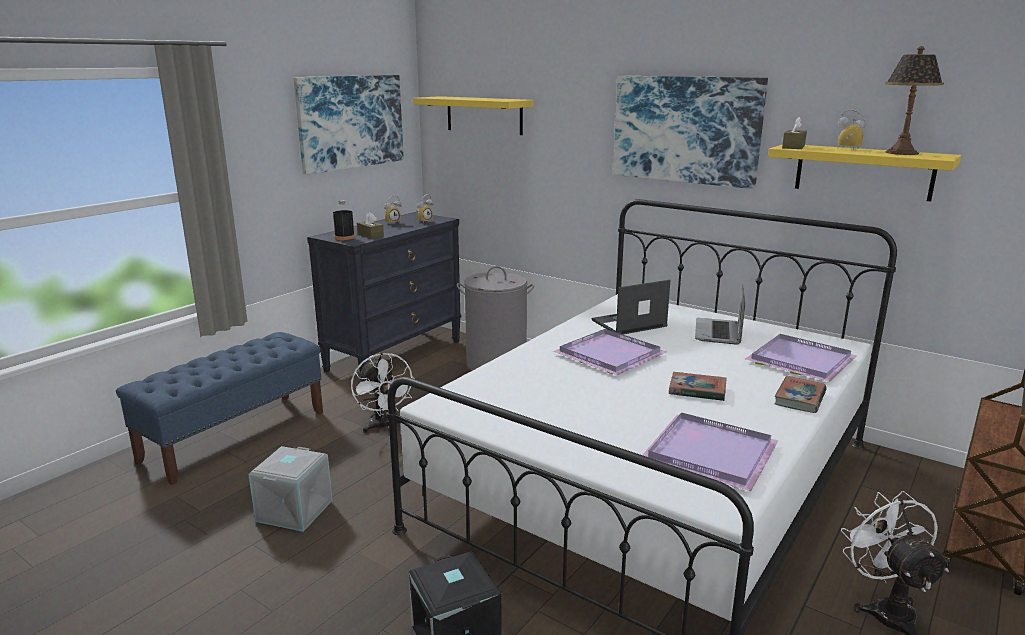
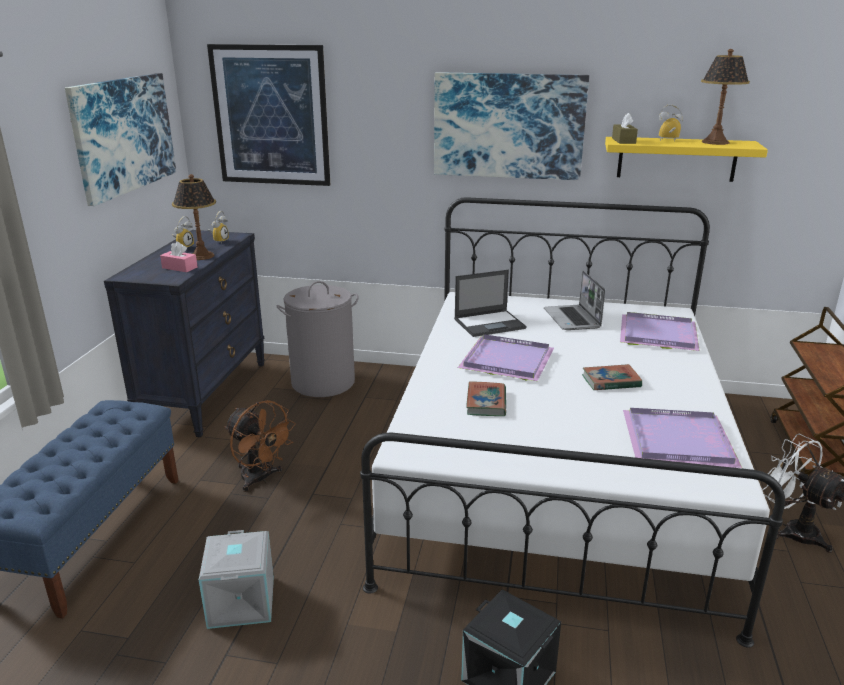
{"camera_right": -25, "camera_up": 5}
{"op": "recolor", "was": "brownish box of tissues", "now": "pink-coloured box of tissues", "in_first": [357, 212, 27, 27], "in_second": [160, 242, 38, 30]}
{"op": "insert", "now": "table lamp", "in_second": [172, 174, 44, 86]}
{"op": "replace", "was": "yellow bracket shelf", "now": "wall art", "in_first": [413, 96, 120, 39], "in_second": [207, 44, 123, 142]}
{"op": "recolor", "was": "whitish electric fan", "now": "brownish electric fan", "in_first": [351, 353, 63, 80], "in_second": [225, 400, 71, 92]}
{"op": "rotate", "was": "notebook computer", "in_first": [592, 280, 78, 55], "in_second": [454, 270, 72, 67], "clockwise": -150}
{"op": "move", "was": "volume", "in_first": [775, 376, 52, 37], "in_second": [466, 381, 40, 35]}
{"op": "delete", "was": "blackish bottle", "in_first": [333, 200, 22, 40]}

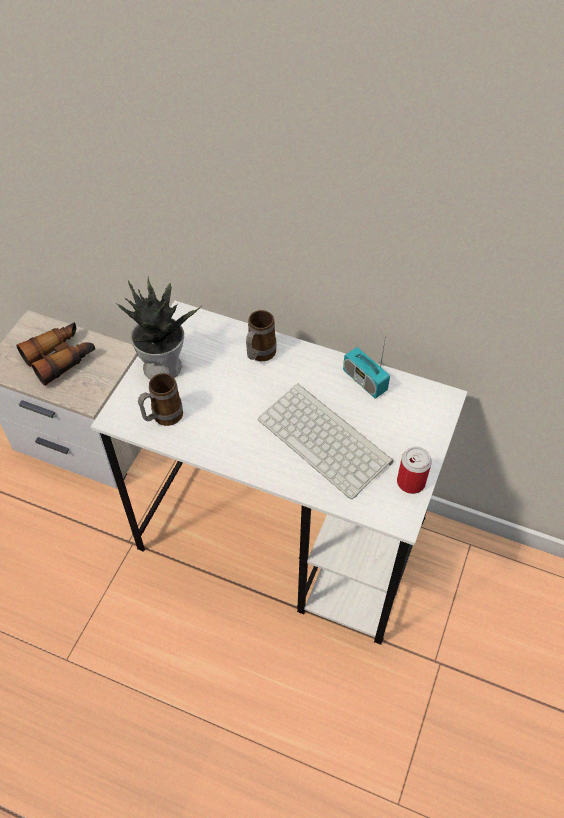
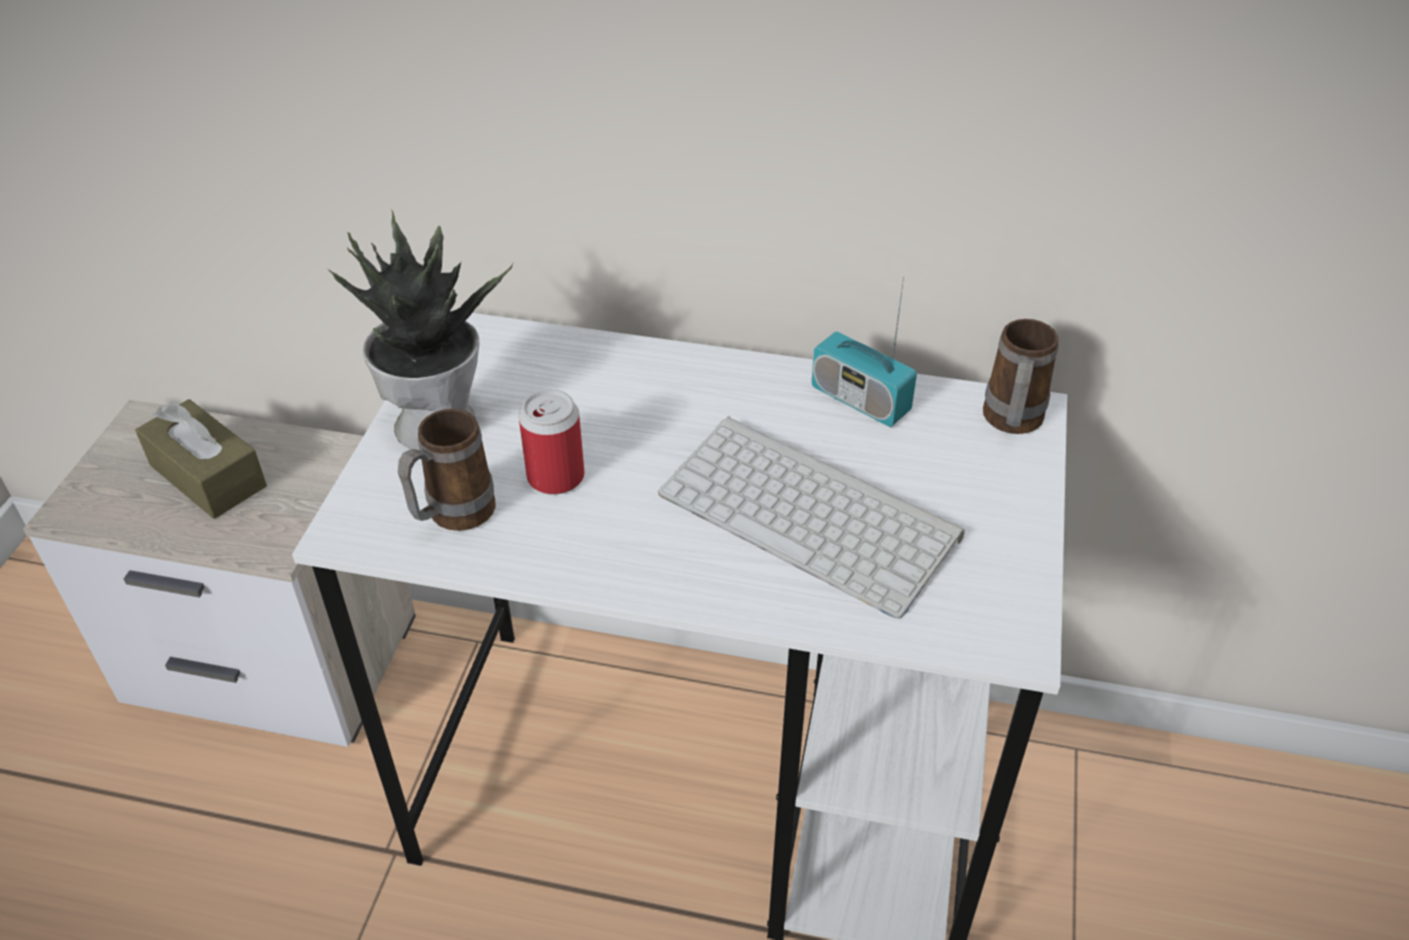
{"camera_right": -10, "camera_up": -10}
{"op": "replace", "was": "field glasses", "now": "brownish box of tissues", "in_first": [16, 322, 79, 64], "in_second": [135, 399, 132, 120]}
{"op": "move", "was": "sealed can", "in_first": [397, 447, 35, 47], "in_second": [519, 390, 66, 105]}
{"op": "move", "was": "coffee mug", "in_first": [246, 310, 31, 51], "in_second": [983, 319, 76, 115]}

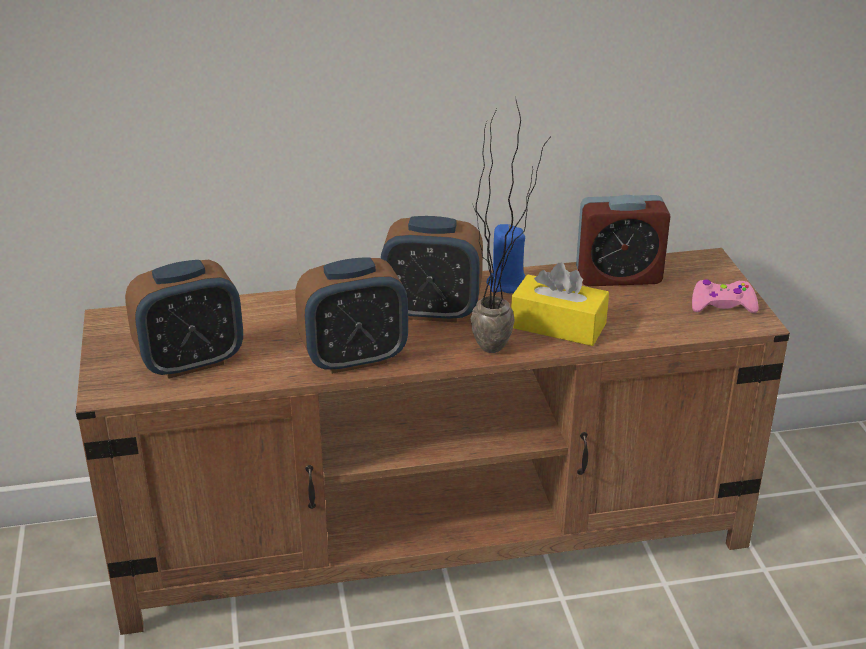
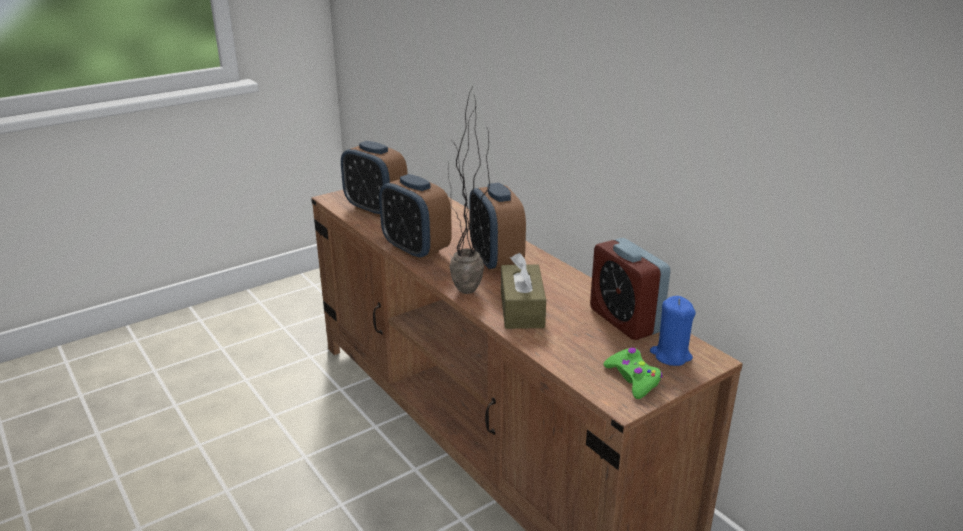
{"camera_right": 65, "camera_up": -5}
{"op": "recolor", "was": "yellow box of tissues", "now": "brownish box of tissues", "in_first": [511, 263, 98, 83], "in_second": [501, 253, 45, 76]}
{"op": "recolor", "was": "pink-coloured joypad", "now": "green-coloured joypad", "in_first": [692, 279, 66, 34], "in_second": [604, 348, 59, 51]}
{"op": "move", "was": "blue-coloured candle", "in_first": [487, 224, 39, 69], "in_second": [650, 296, 46, 70]}

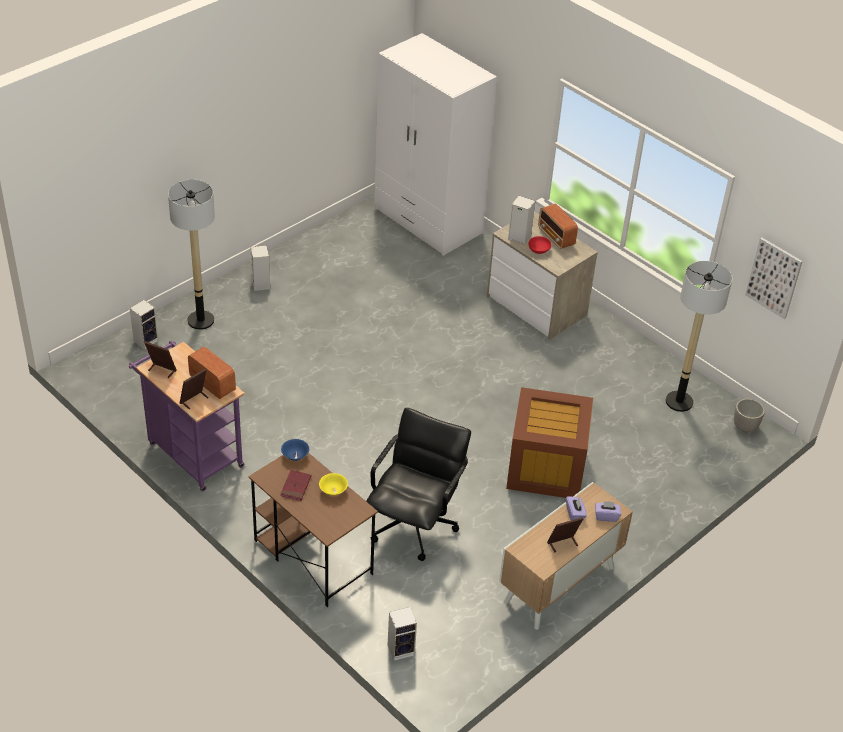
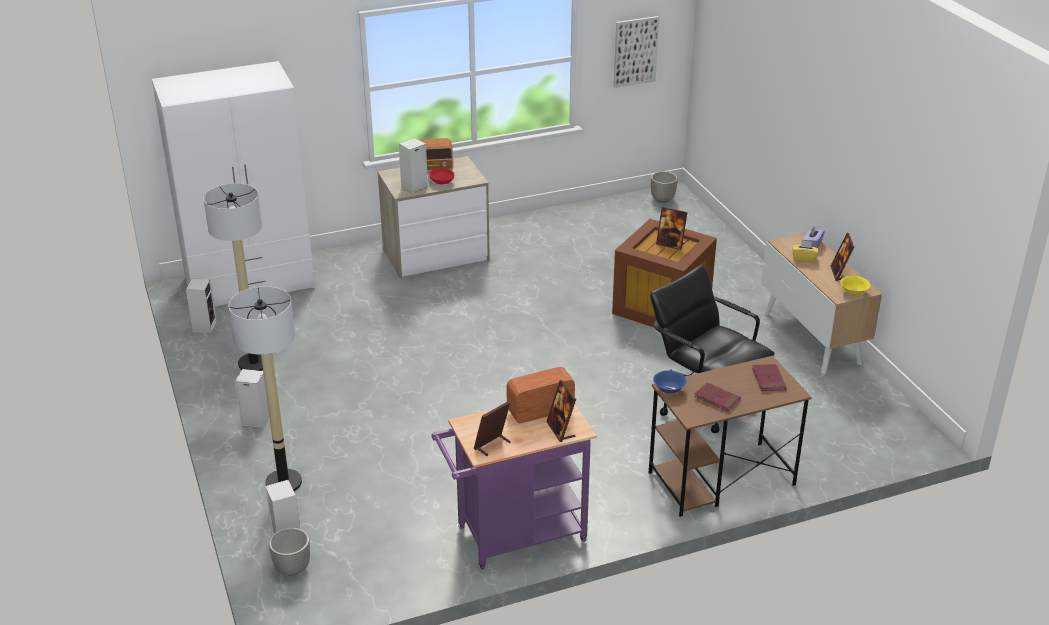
{"camera_right": -65, "camera_up": -10}
{"op": "move", "was": "audio speaker", "in_first": [388, 607, 29, 54], "in_second": [186, 279, 31, 54]}
{"op": "move", "was": "standing lamp", "in_first": [666, 261, 66, 151], "in_second": [203, 183, 60, 188]}
{"op": "insert", "now": "flower pot", "in_second": [269, 528, 41, 48]}
{"op": "insert", "now": "photo frame", "in_second": [656, 207, 32, 43]}
{"op": "insert", "now": "reddish volume", "in_second": [752, 364, 34, 27]}
{"op": "recolor", "was": "purple box of tissues", "now": "yellow box of tissues", "in_first": [566, 496, 21, 25], "in_second": [792, 240, 26, 23]}
{"op": "move", "was": "yellow serving bowl", "in_first": [319, 473, 29, 23], "in_second": [840, 276, 30, 19]}

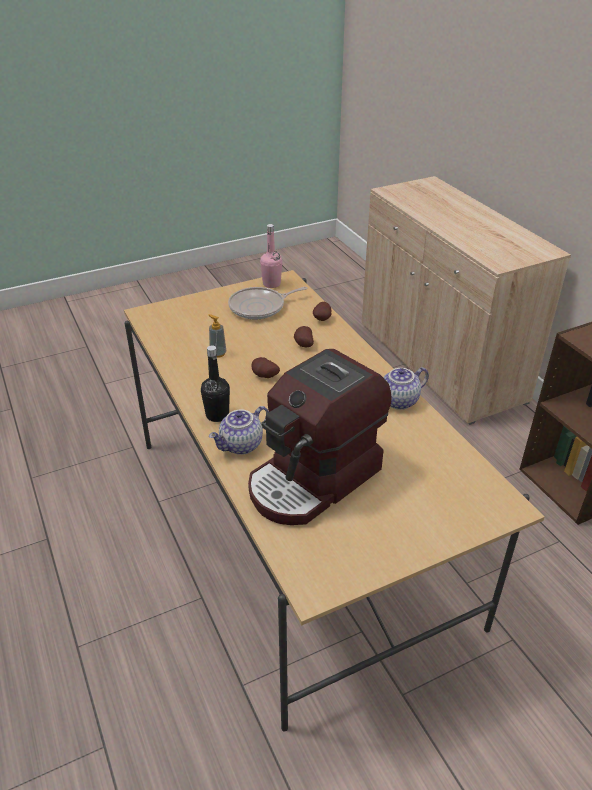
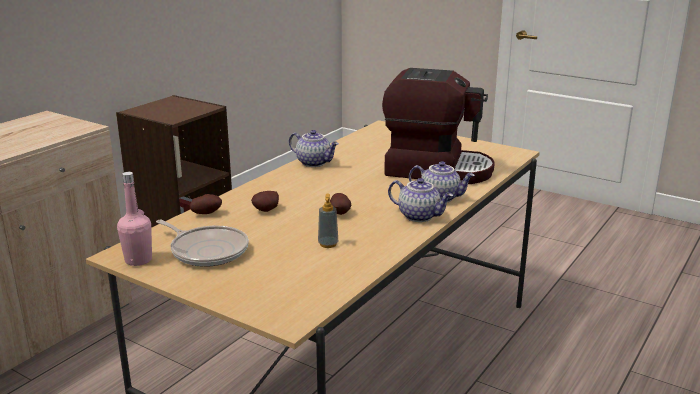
{"camera_right": -120, "camera_up": -15}
{"op": "replace", "was": "blackish bottle", "now": "pot for tea", "in_first": [201, 346, 29, 76], "in_second": [388, 178, 65, 44]}

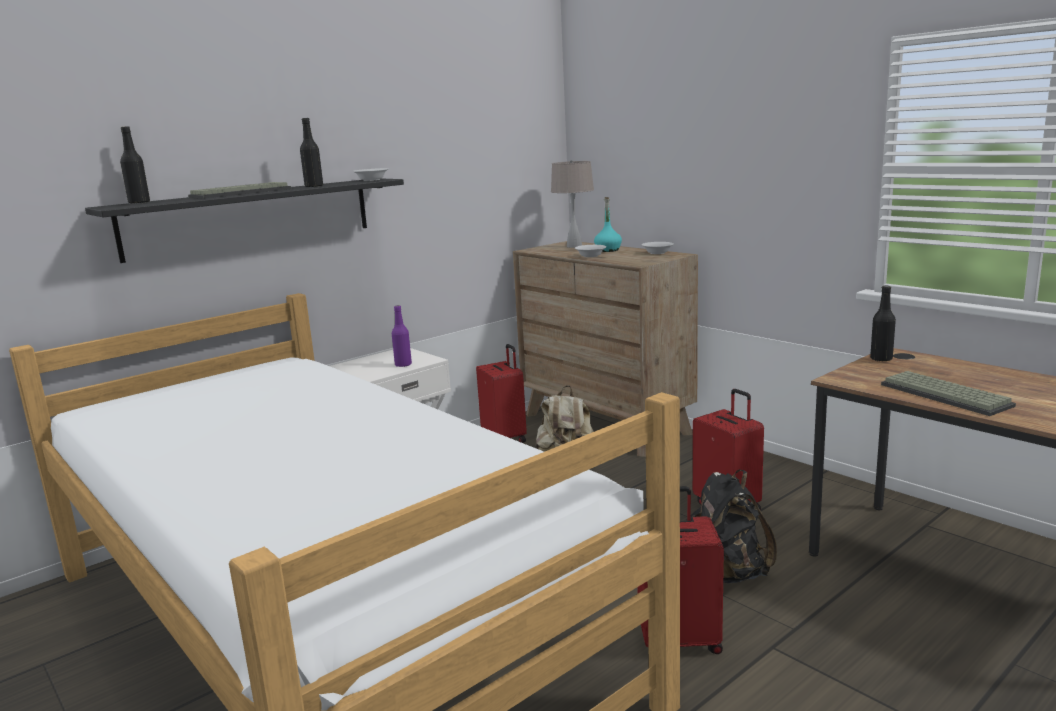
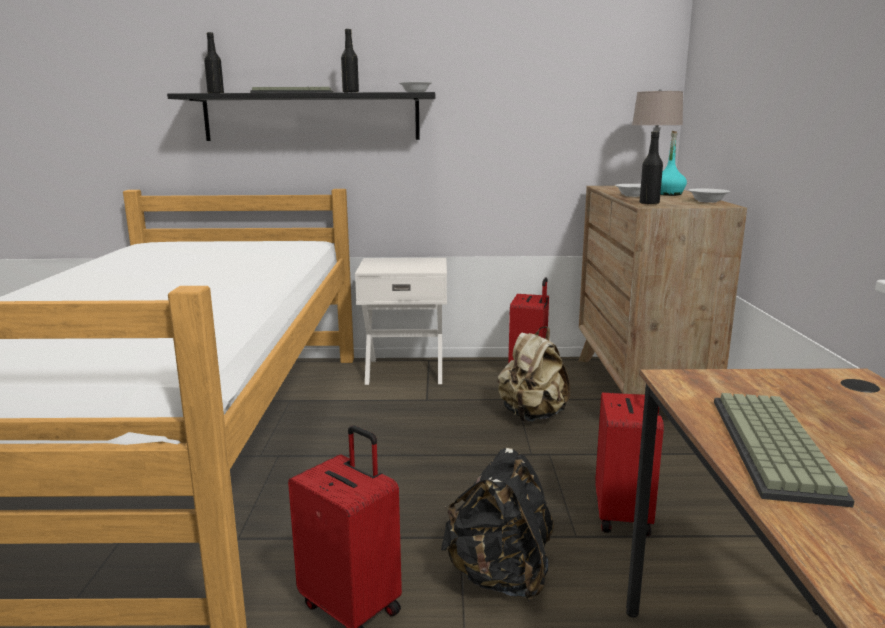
{"camera_right": 40, "camera_up": 0}
{"op": "move", "was": "blackish bottle", "in_first": [870, 286, 26, 76], "in_second": [640, 131, 23, 74]}
{"op": "delete", "was": "purple bottle", "in_first": [392, 305, 20, 62]}

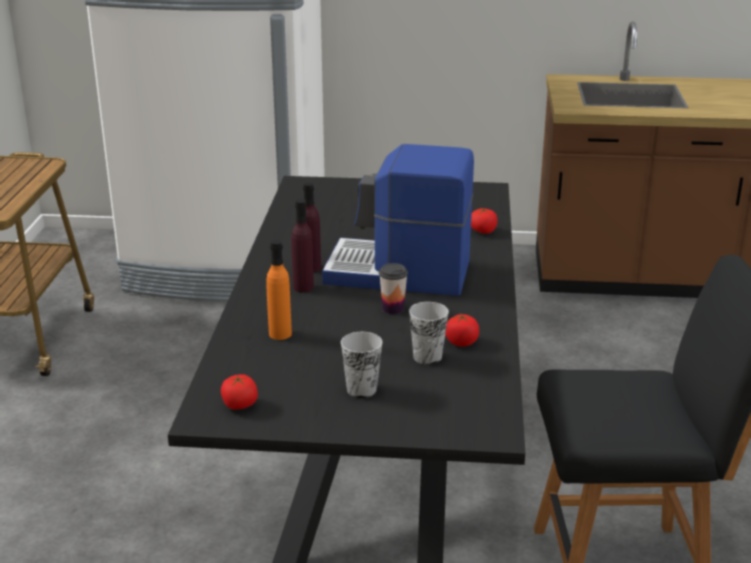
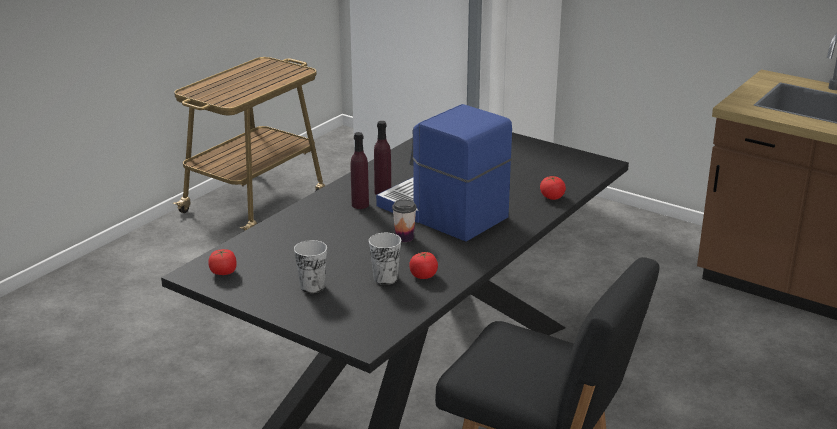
{"camera_right": 30, "camera_up": 0}
{"op": "delete", "was": "orangey bottle", "in_first": [266, 240, 26, 100]}

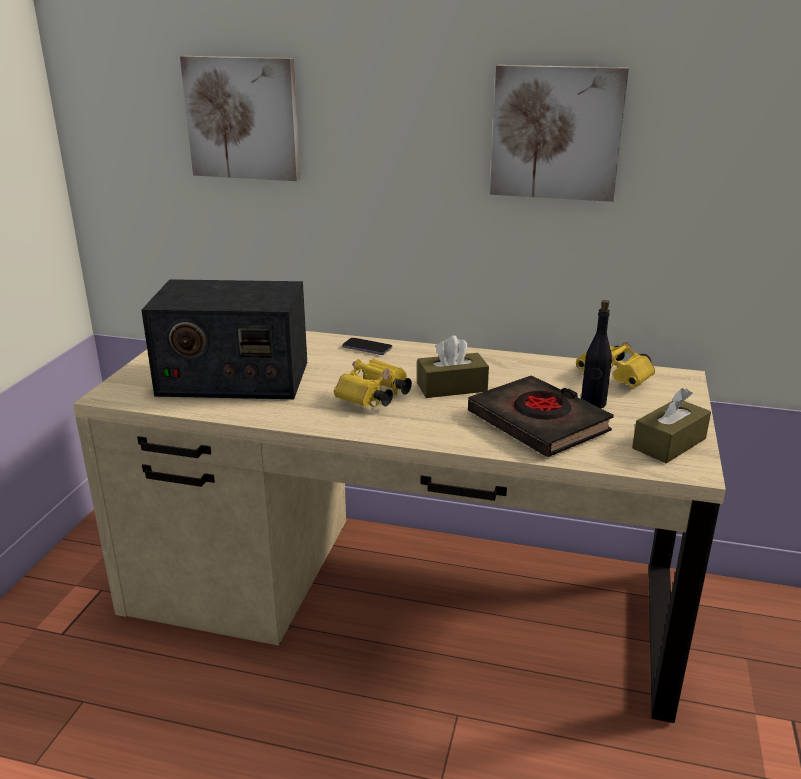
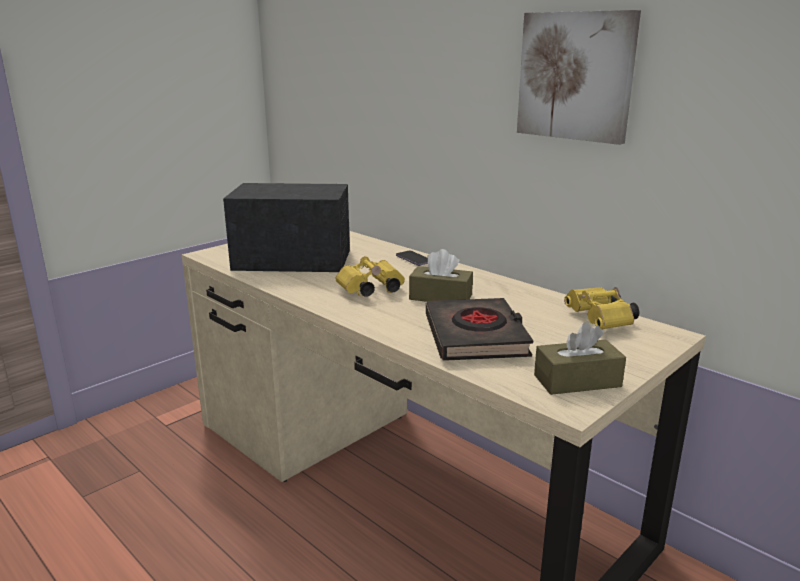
{"camera_right": 30, "camera_up": -5}
{"op": "rotate", "was": "radio receiver", "in_first": [141, 279, 166, 120], "in_second": [223, 183, 127, 89], "clockwise": 150}
{"op": "delete", "was": "wall art", "in_first": [180, 56, 120, 125]}
{"op": "delete", "was": "blackish bottle", "in_first": [581, 300, 31, 108]}

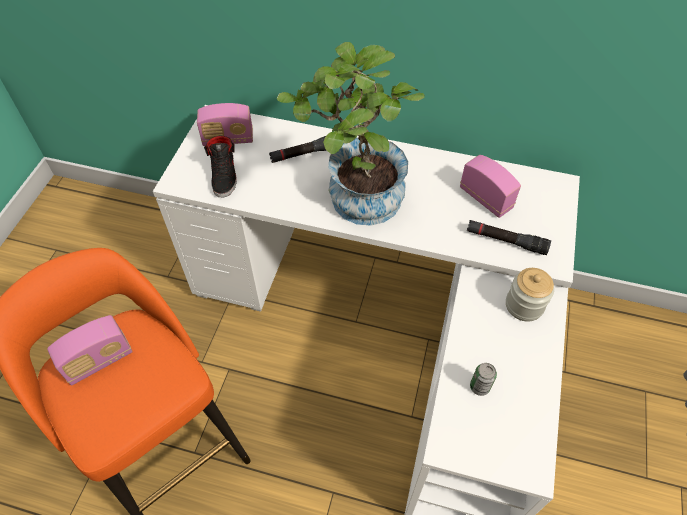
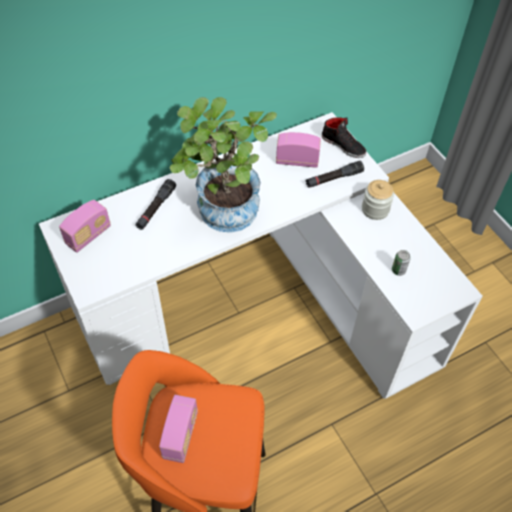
{"camera_right": -45, "camera_up": 0}
{"op": "move", "was": "blackish low shoe", "in_first": [204, 135, 33, 62], "in_second": [322, 117, 44, 41]}

